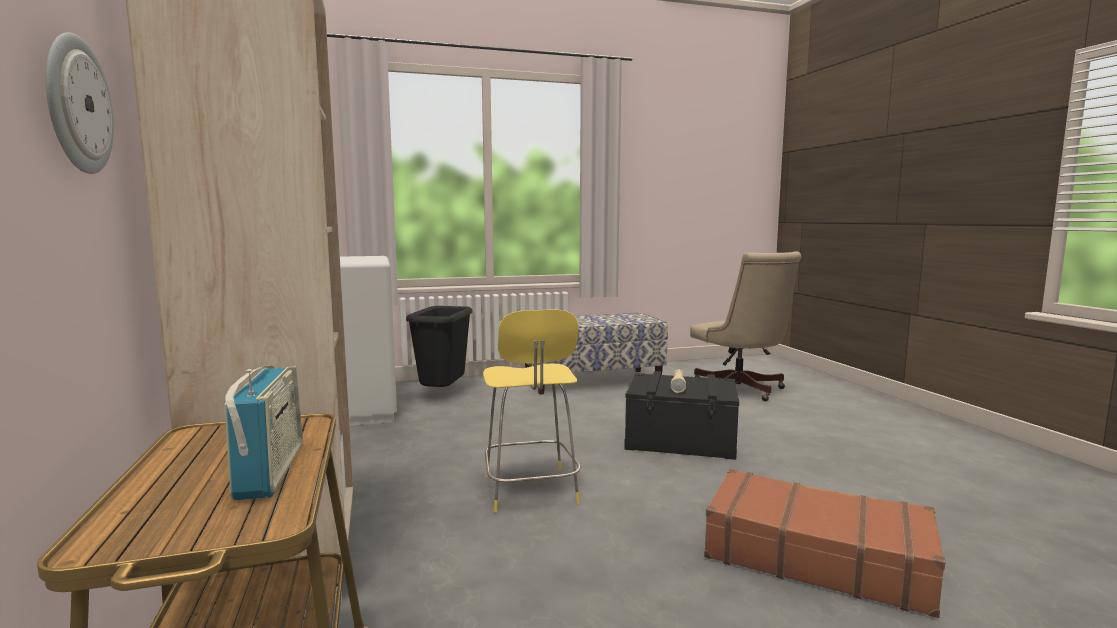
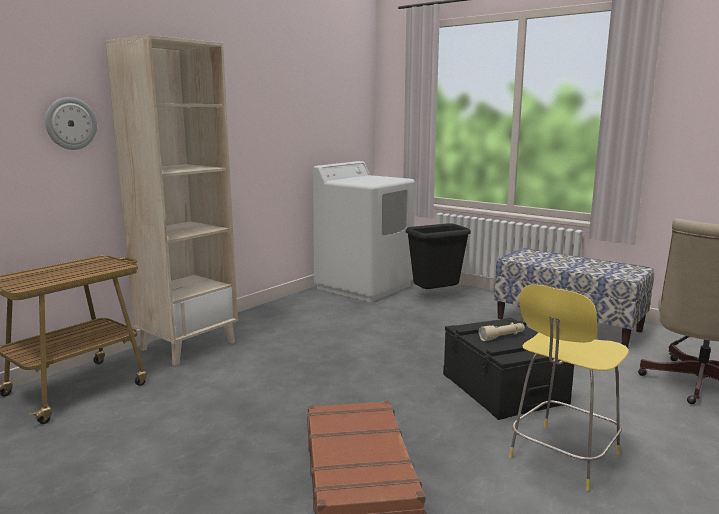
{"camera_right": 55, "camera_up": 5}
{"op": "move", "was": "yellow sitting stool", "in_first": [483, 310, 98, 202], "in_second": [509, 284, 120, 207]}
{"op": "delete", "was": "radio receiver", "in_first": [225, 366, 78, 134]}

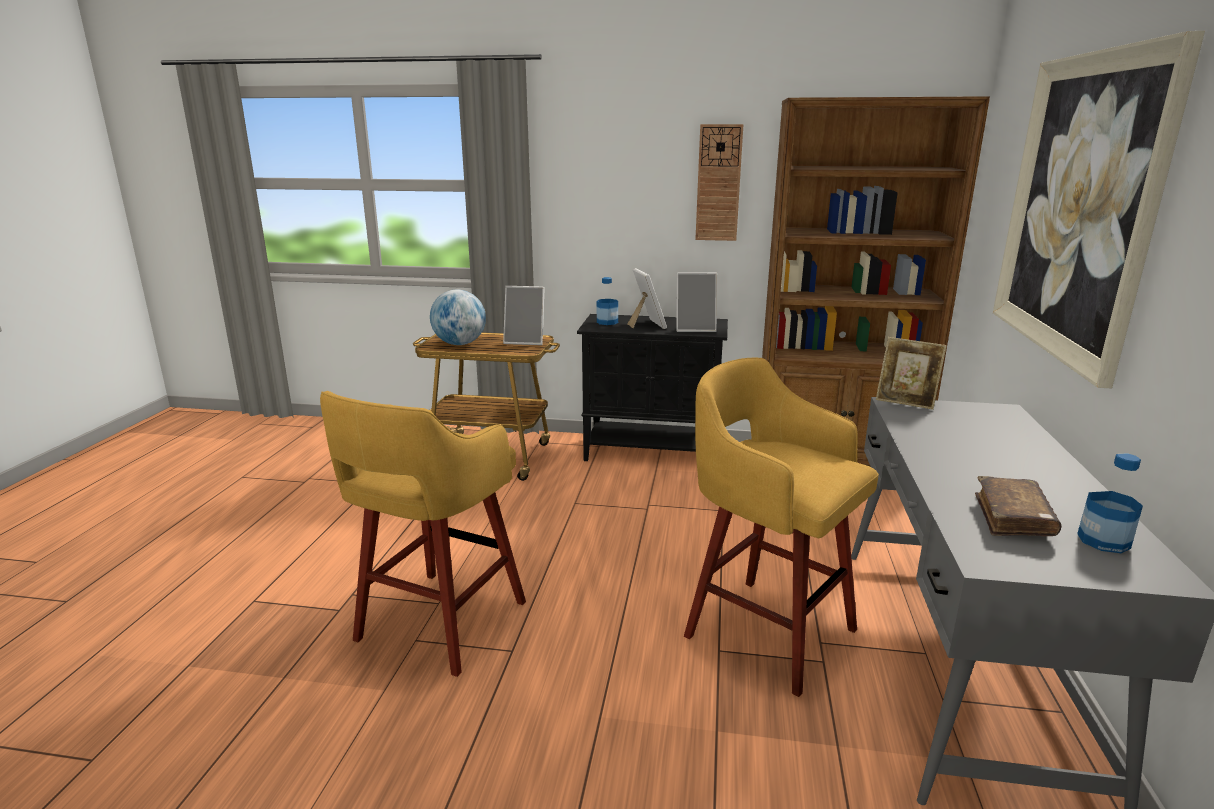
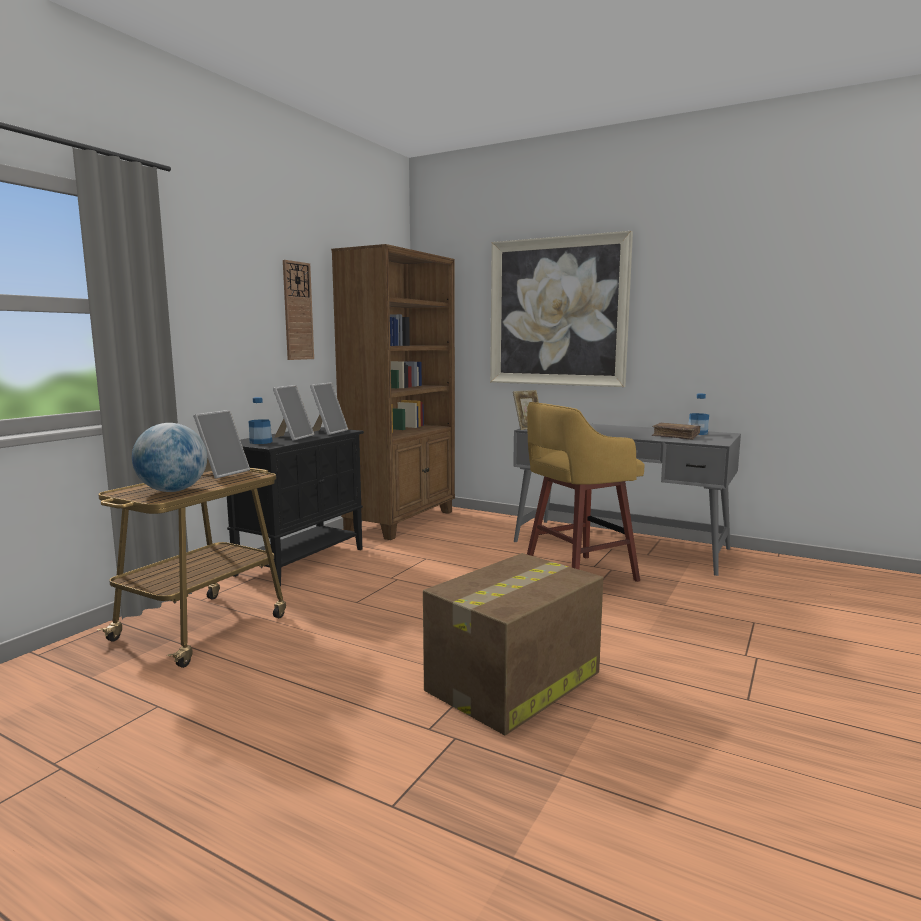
{"camera_right": -70, "camera_up": -10}
{"op": "rotate", "was": "photo frame", "in_first": [628, 268, 39, 61], "in_second": [273, 385, 41, 56], "clockwise": 105}
{"op": "replace", "was": "yellow sitting stool", "now": "packing box", "in_first": [320, 391, 206, 286], "in_second": [423, 553, 180, 182]}

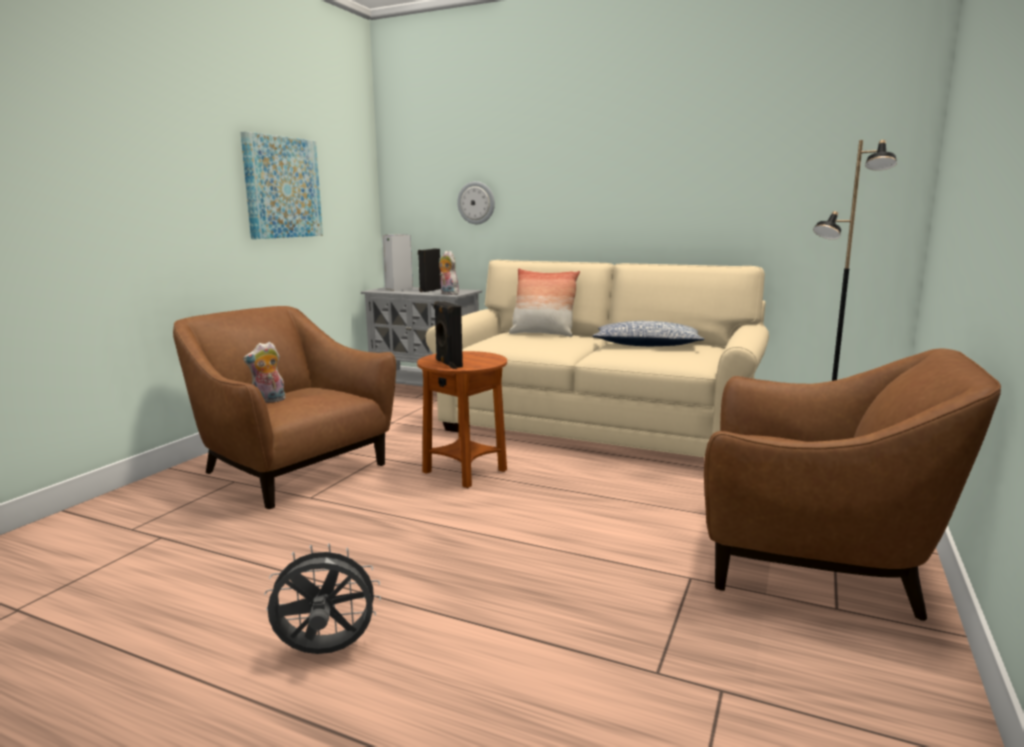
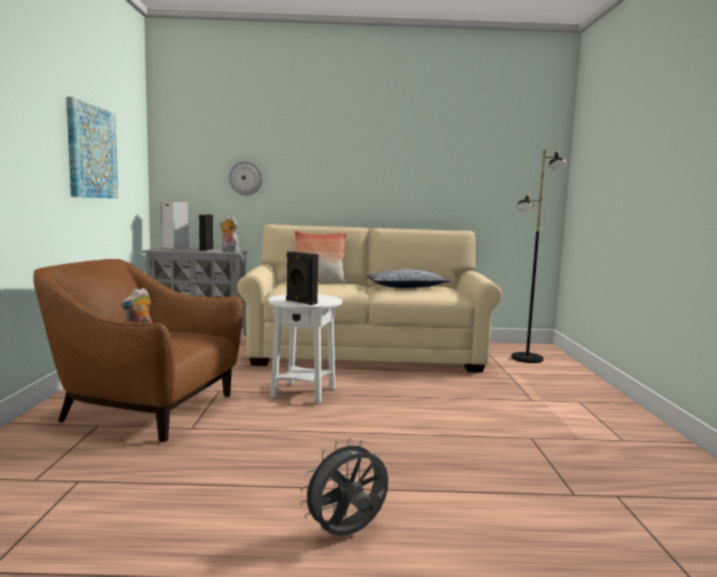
{"camera_right": -25, "camera_up": -5}
{"op": "recolor", "was": "brownish end table", "now": "whitish end table", "in_first": [417, 351, 90, 137], "in_second": [268, 294, 74, 110]}
{"op": "delete", "was": "brownish armchair", "in_first": [704, 348, 297, 273]}

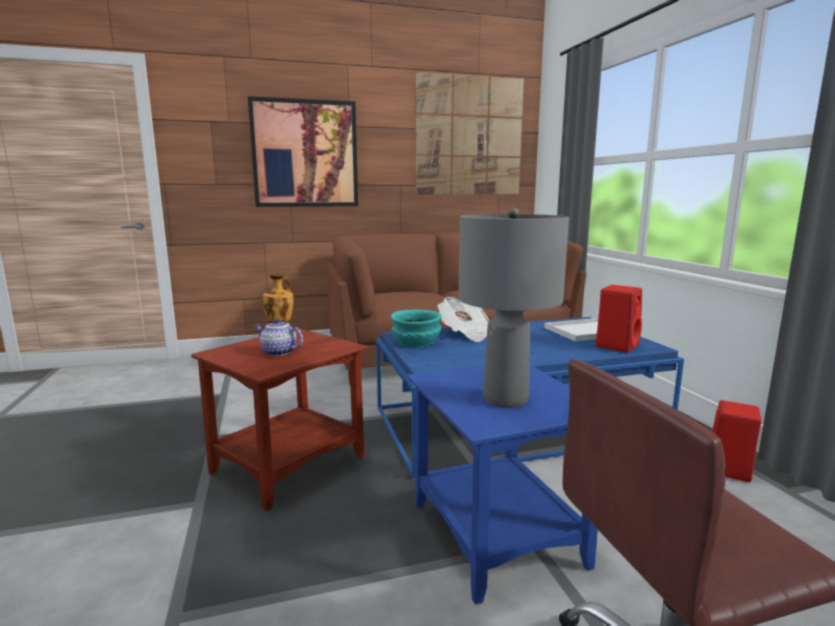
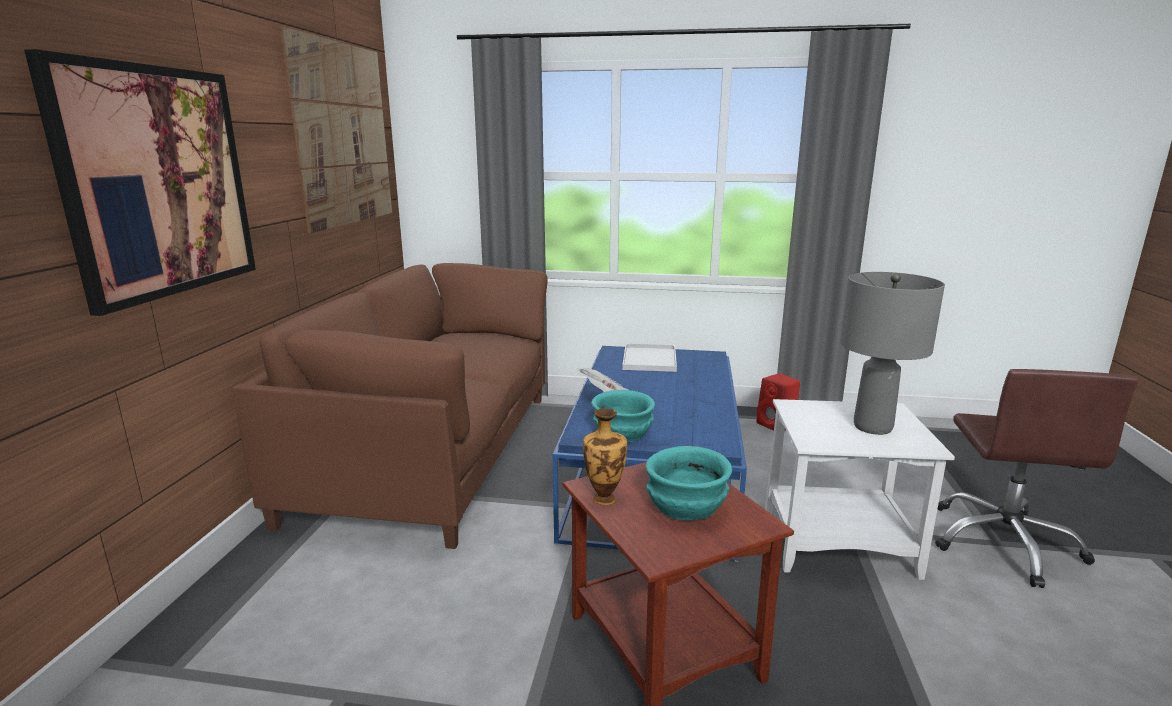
{"camera_right": -65, "camera_up": 5}
{"op": "replace", "was": "pot for tea", "now": "turquoise serving bowl", "in_first": [254, 318, 49, 38], "in_second": [646, 446, 86, 74]}
{"op": "recolor", "was": "blue-coloured end table", "now": "whitish end table", "in_first": [407, 365, 191, 240], "in_second": [765, 399, 190, 181]}
{"op": "delete", "was": "reddish audio speaker", "in_first": [596, 285, 46, 68]}

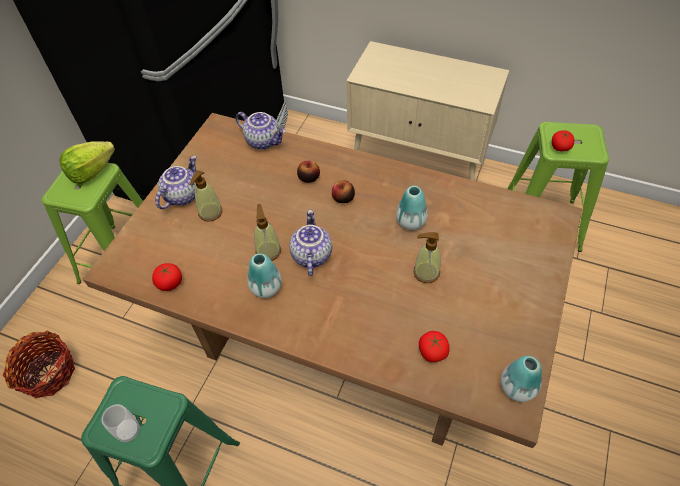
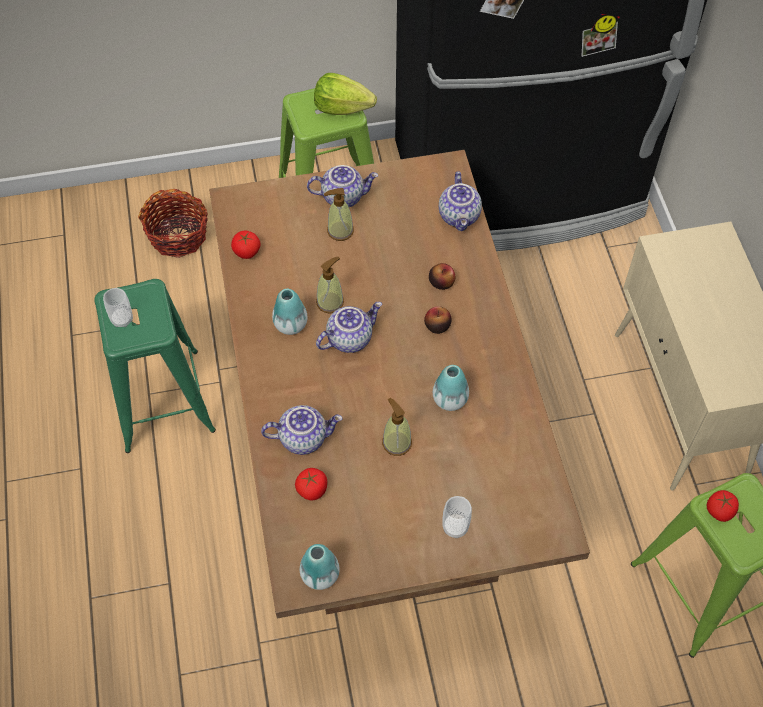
{"camera_right": 55, "camera_up": 5}
{"op": "insert", "now": "pot for tea", "in_second": [261, 405, 82, 50]}
{"op": "insert", "now": "cup", "in_second": [442, 496, 30, 42]}

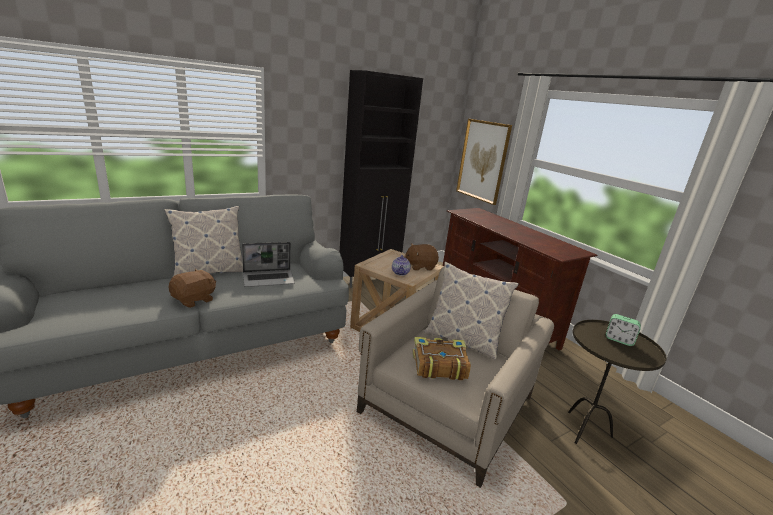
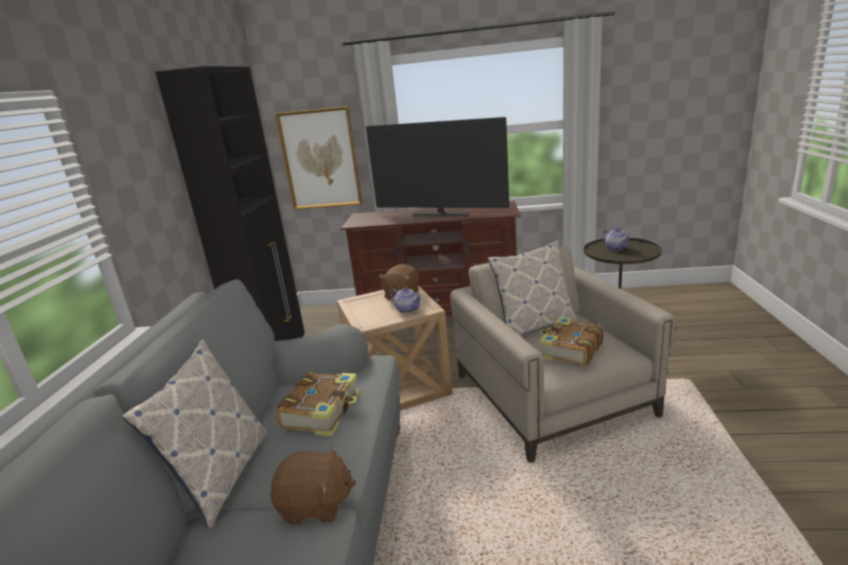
{"camera_right": -50, "camera_up": 0}
{"op": "rotate", "was": "brownish soft toy", "in_first": [169, 268, 47, 40], "in_second": [271, 445, 85, 79], "clockwise": 105}
{"op": "replace", "was": "notebook computer", "now": "volume", "in_first": [242, 242, 53, 45], "in_second": [276, 372, 84, 65]}
{"op": "insert", "now": "TV", "in_second": [366, 117, 143, 98]}
{"op": "replace", "was": "bedside clock", "now": "pot for tea", "in_first": [606, 314, 35, 32], "in_second": [603, 228, 28, 23]}

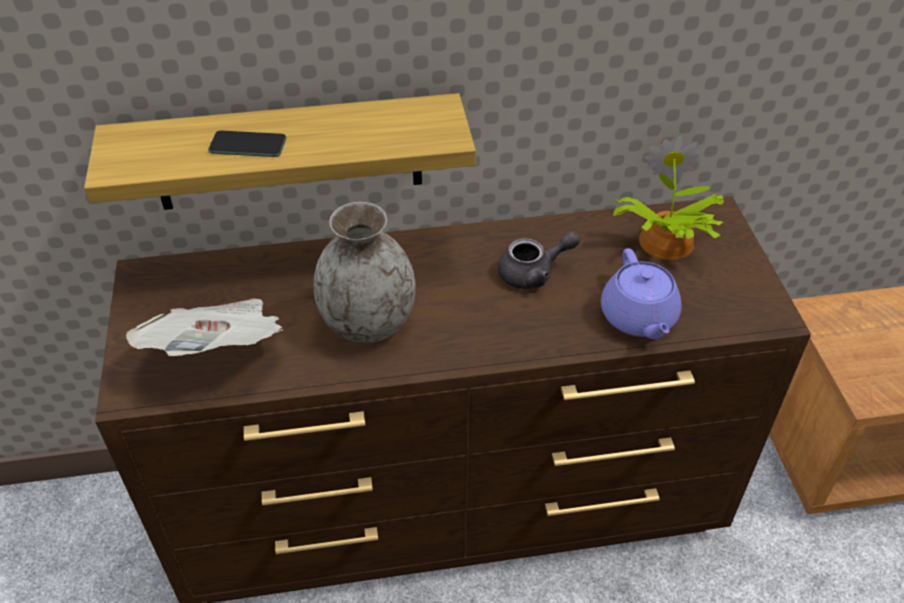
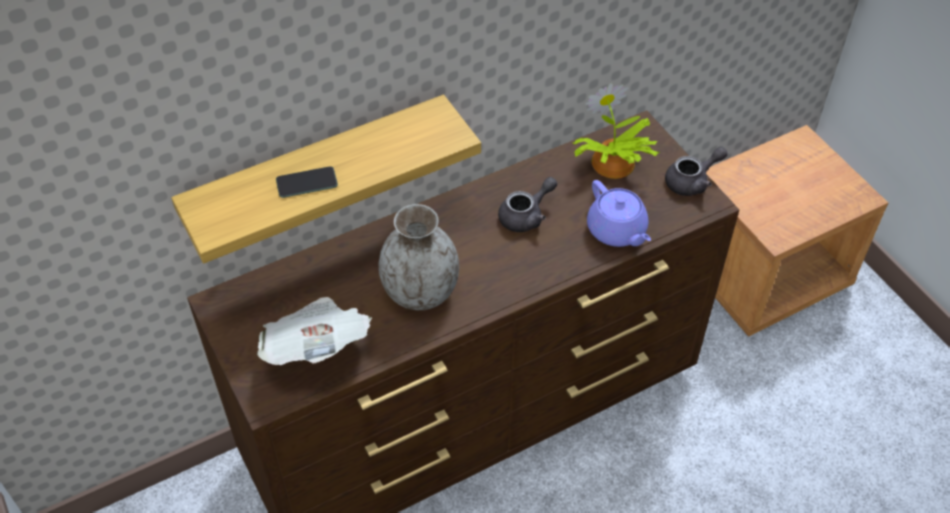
{"camera_right": -20, "camera_up": 5}
{"op": "insert", "now": "greyish pot for tea", "in_second": [665, 147, 63, 49]}

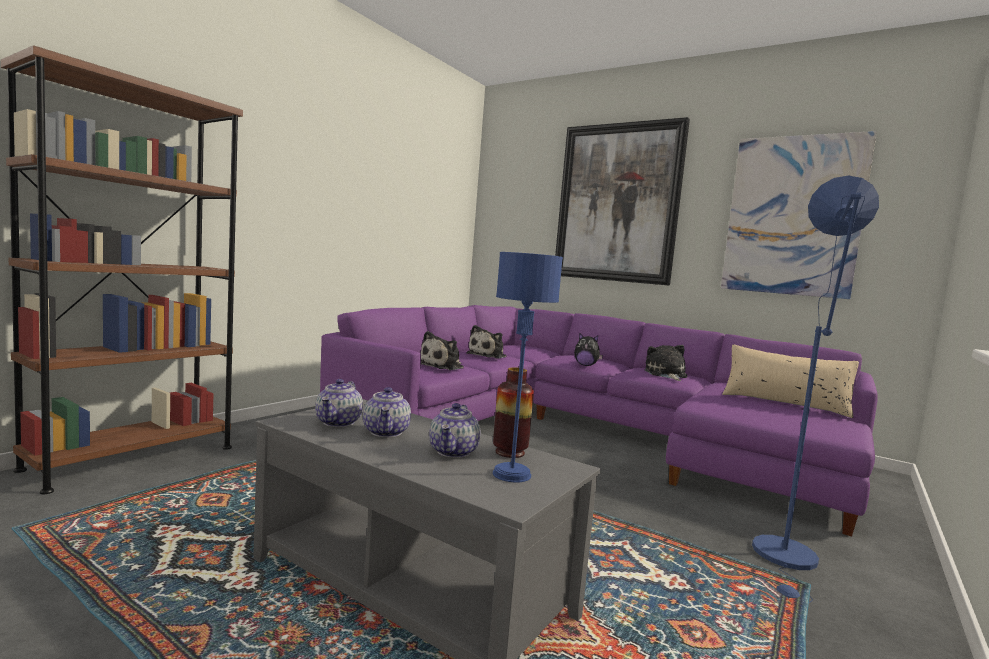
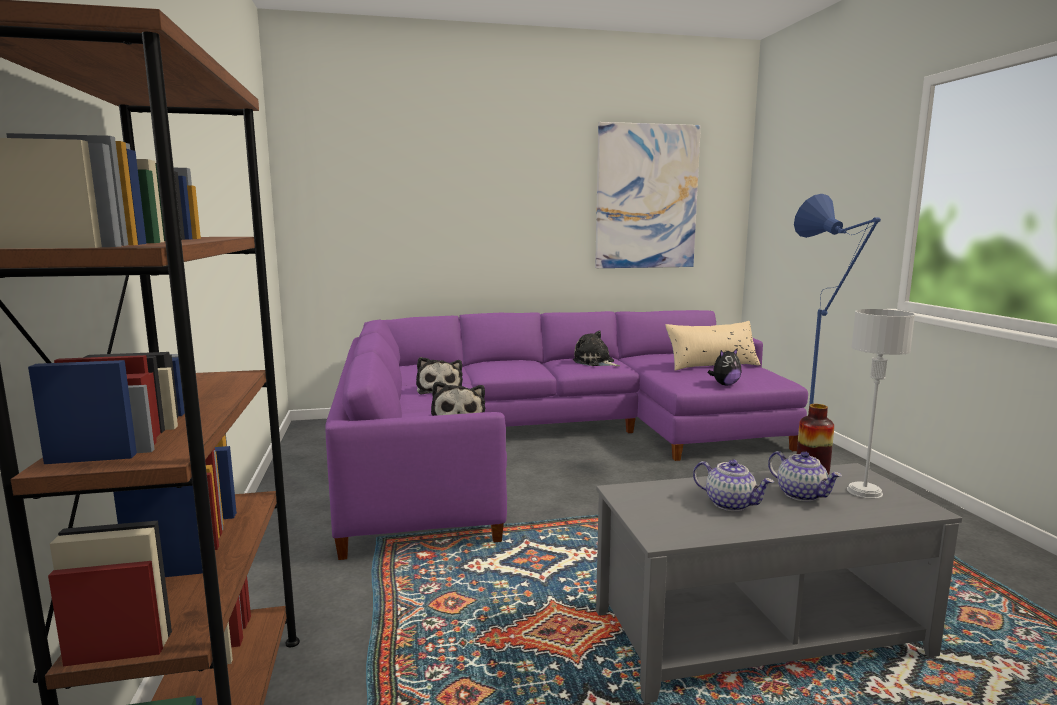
{"camera_right": -45, "camera_up": 5}
{"op": "move", "was": "soft toy", "in_first": [574, 333, 29, 33], "in_second": [708, 348, 34, 37]}
{"op": "recolor", "was": "blue-coloured table lamp", "now": "greyish table lamp", "in_first": [493, 252, 70, 230], "in_second": [847, 309, 68, 190]}
{"op": "delete", "was": "pot for tea", "in_first": [315, 379, 48, 48]}
{"op": "delete", "was": "wall art", "in_first": [555, 117, 135, 169]}

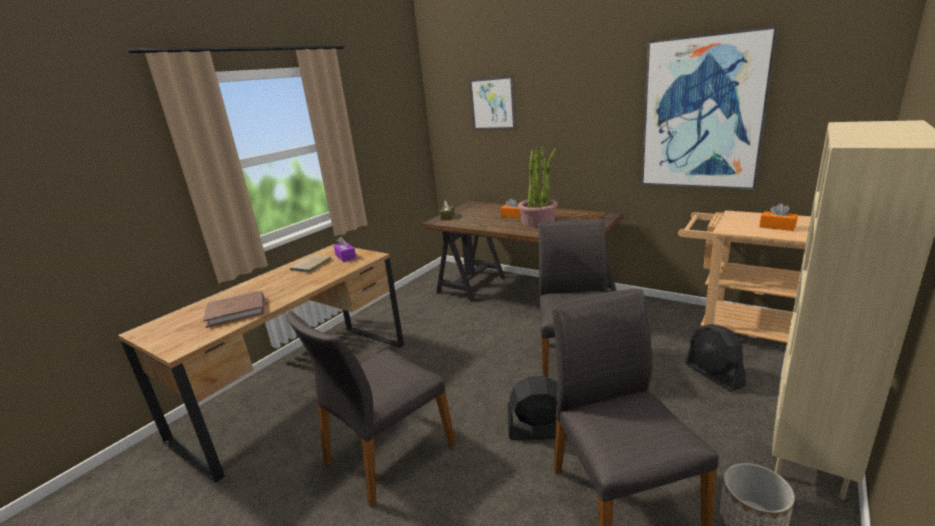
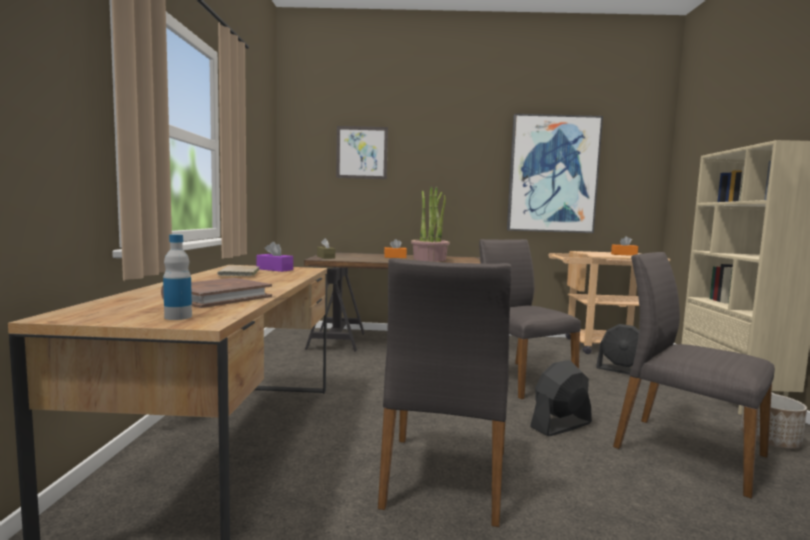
{"camera_right": -35, "camera_up": -15}
{"op": "insert", "now": "bottle", "in_second": [163, 234, 29, 86]}

